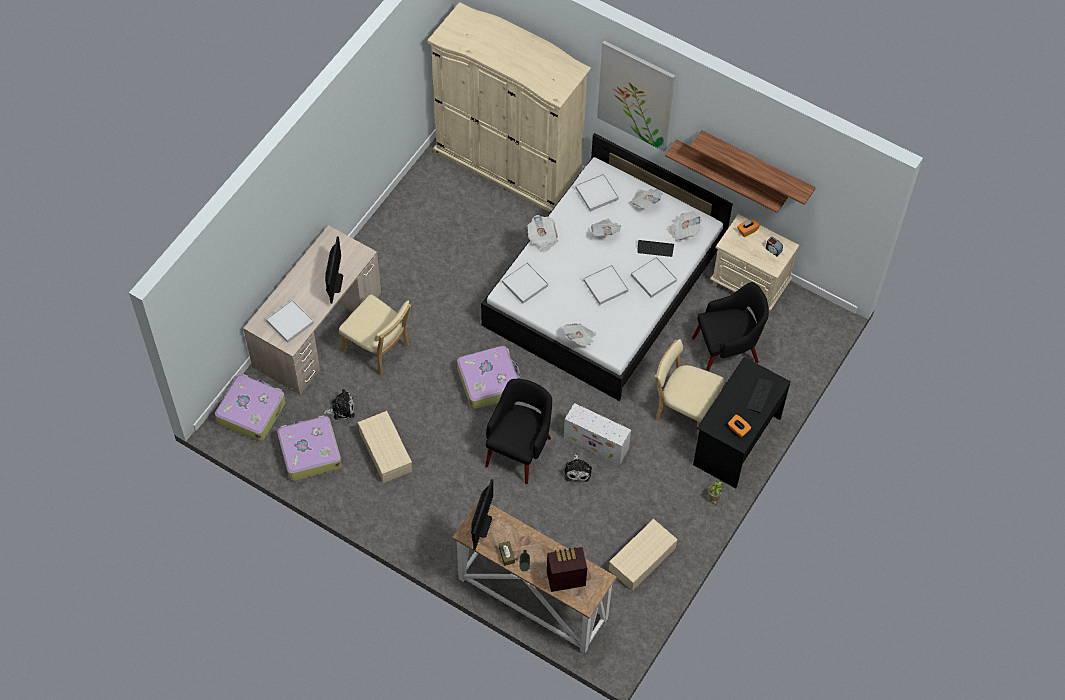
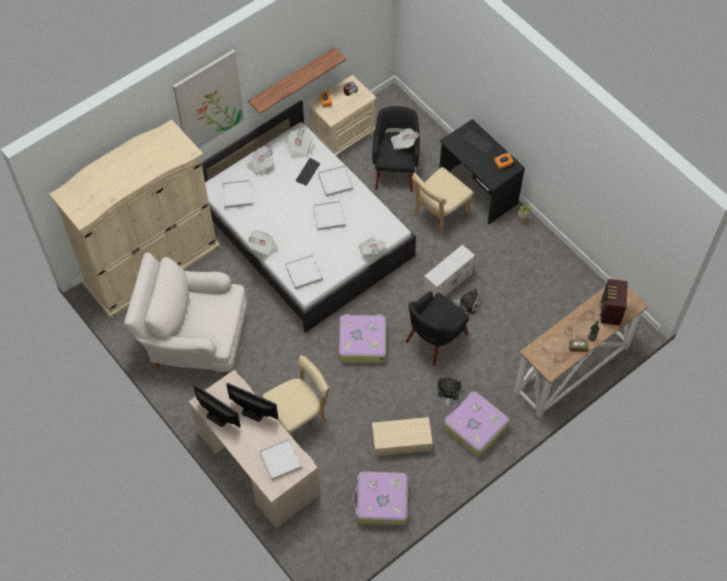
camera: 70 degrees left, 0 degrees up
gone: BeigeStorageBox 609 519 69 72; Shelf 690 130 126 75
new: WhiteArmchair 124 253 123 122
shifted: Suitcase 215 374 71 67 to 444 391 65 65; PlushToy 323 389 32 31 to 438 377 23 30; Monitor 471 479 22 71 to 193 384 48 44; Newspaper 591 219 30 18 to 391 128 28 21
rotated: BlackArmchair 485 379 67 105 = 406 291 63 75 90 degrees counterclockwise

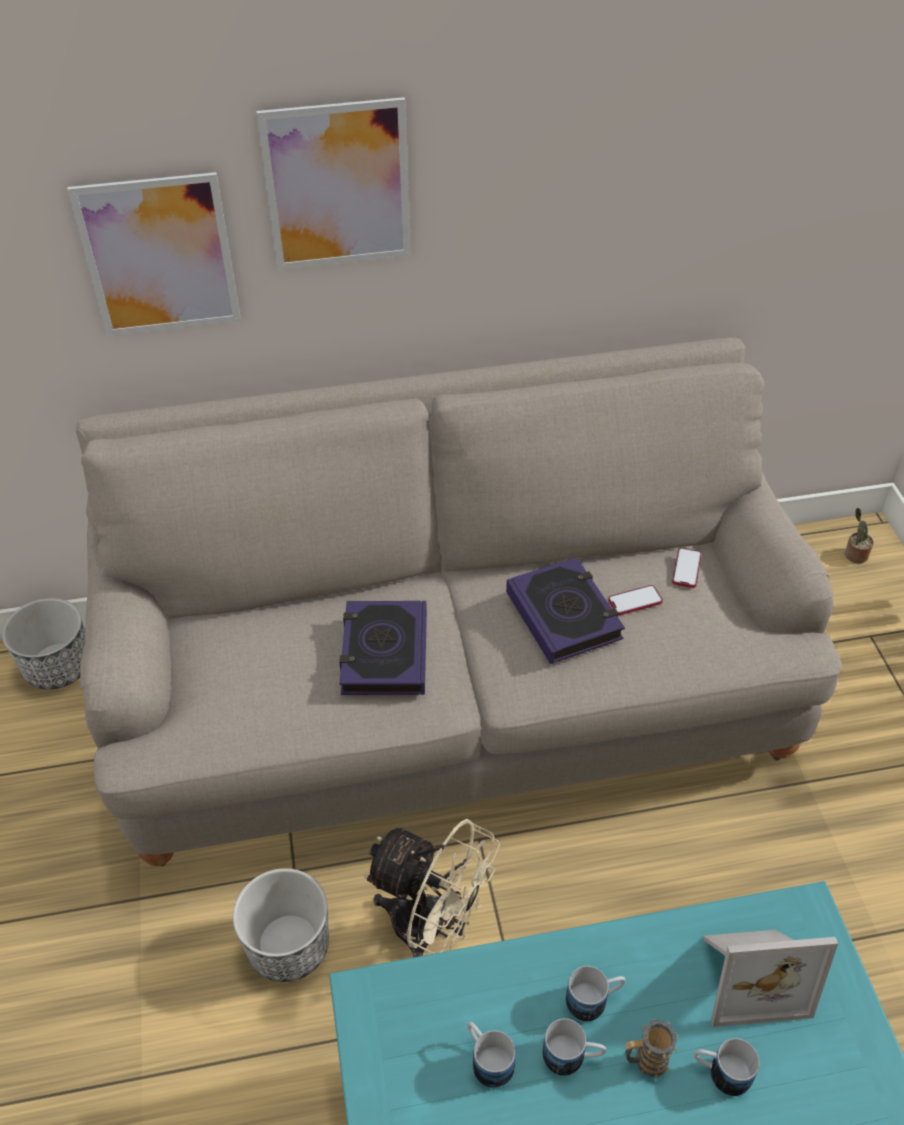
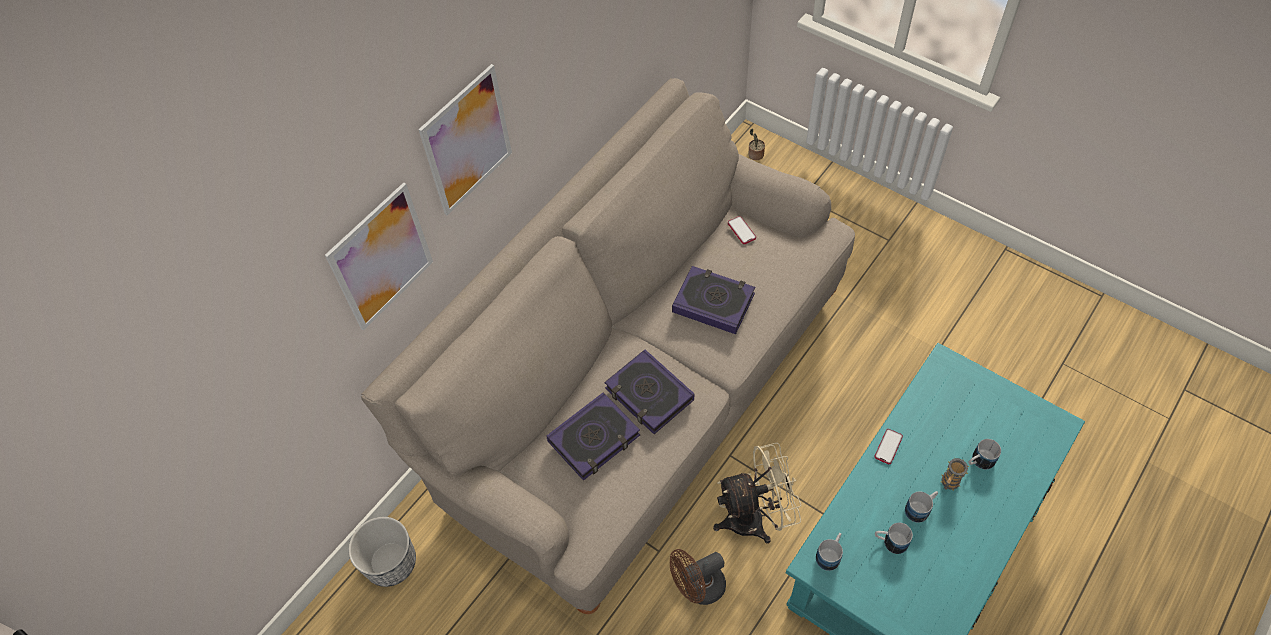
camera: 40 degrees left, 10 degrees up
gone: PictureFrame 703 930 135 97
new: Book 547 393 93 88
shifted: Mug 566 966 60 55 to 816 533 27 38; Phone 608 585 55 30 to 874 429 29 35
swapped: Planter 233 868 96 114 to BrownFan 670 549 56 56

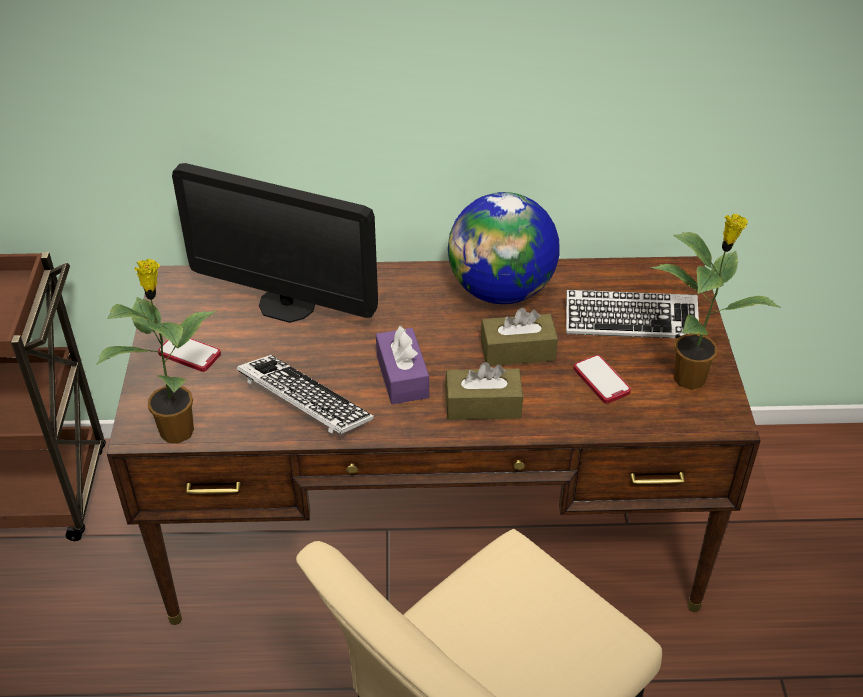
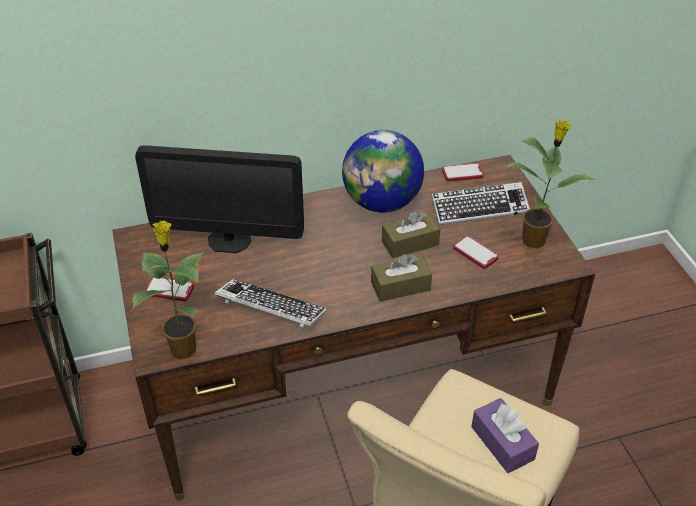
camera: 15 degrees left, 0 degrees up
new: Phone 442 163 42 19
shifted: PurpleTissueBox 376 326 53 78 to 471 398 68 75

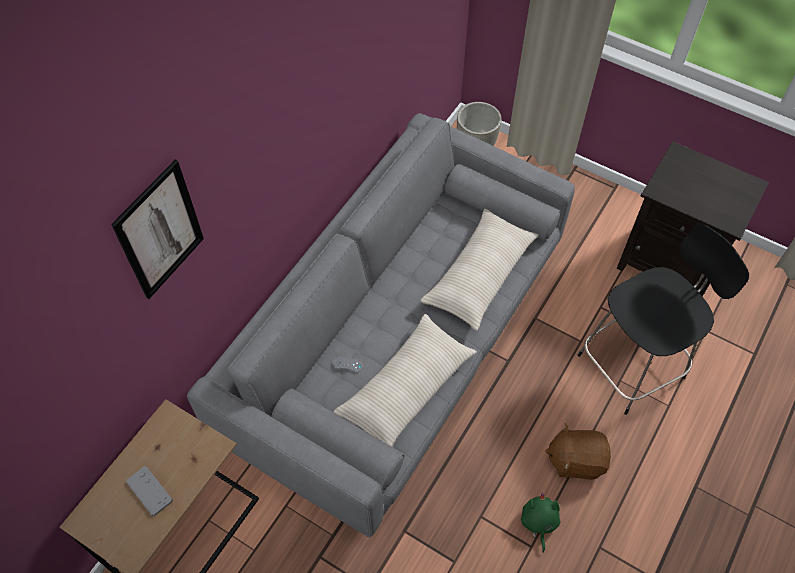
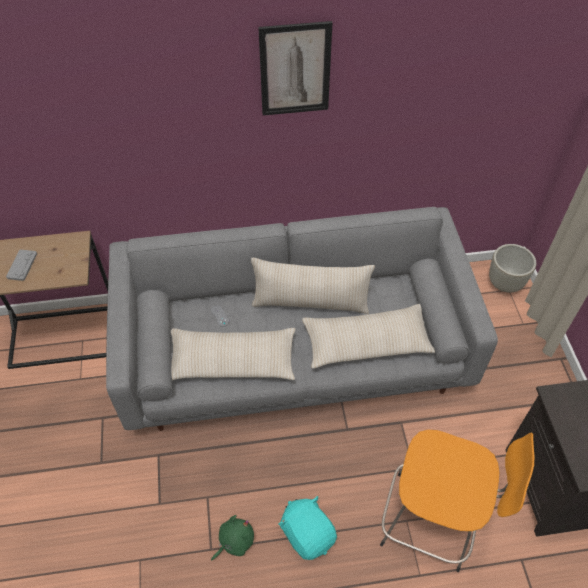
camera: 50 degrees right, 5 degrees down
new: BeigePillow 251 258 124 56
shifted: Picture 111 160 93 139 to 258 21 74 94
repainted: BrownPlushToy 545 423 66 57 to TurquoisePlushToy 278 496 59 64; BlackStool 577 224 172 191 to OrangeStool 380 430 154 142

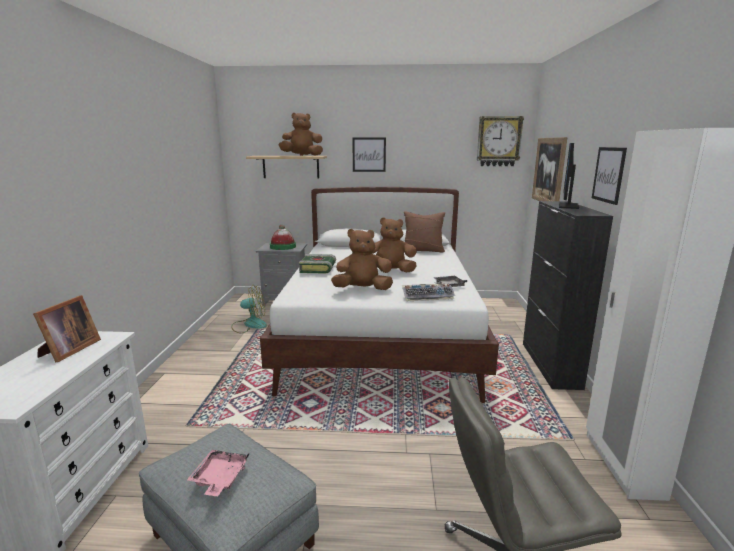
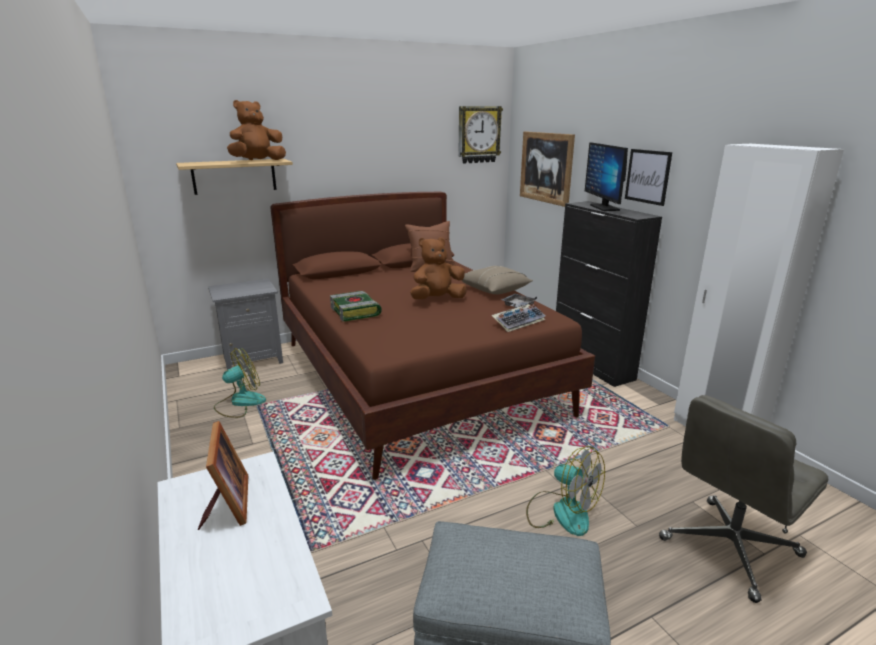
camera: 30 degrees left, 5 degrees up
gone: PinkTray 187 450 62 46; Hat 270 225 26 25; BrownPlushToy 331 229 62 61; Picture 352 137 34 35
new: BeigePillow 461 265 72 29; Fan 526 446 79 90
repainted: WhiteBed 260 187 239 216 to BrownBed 271 192 324 288

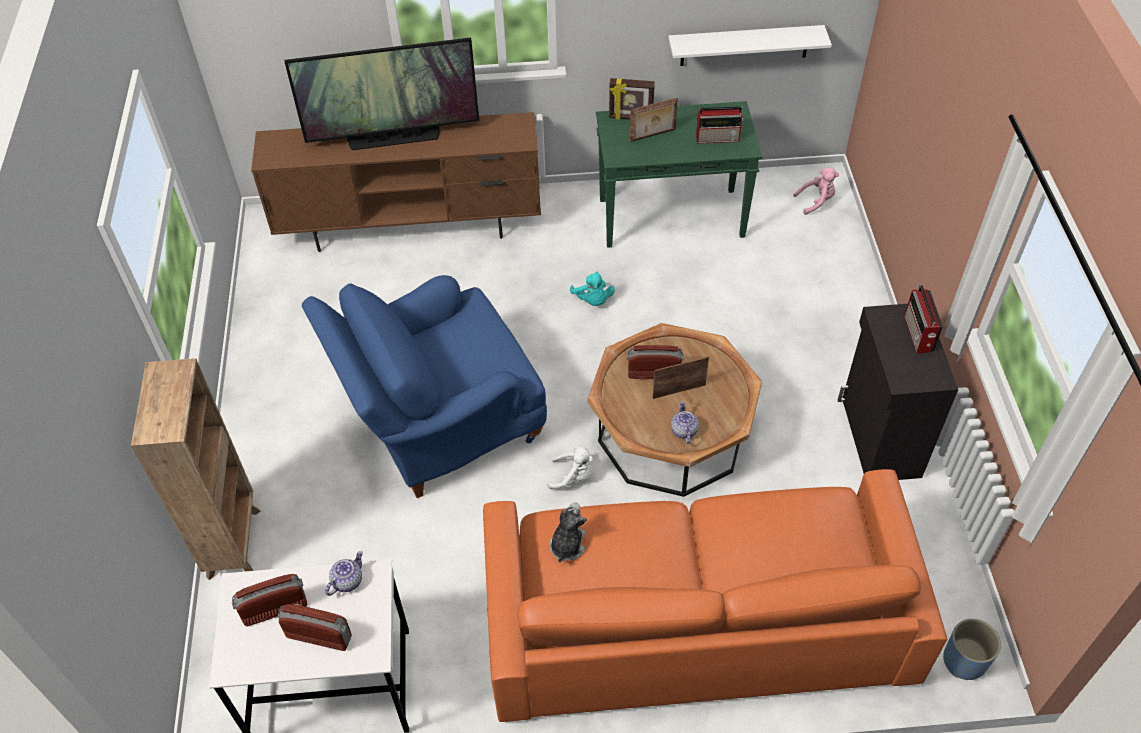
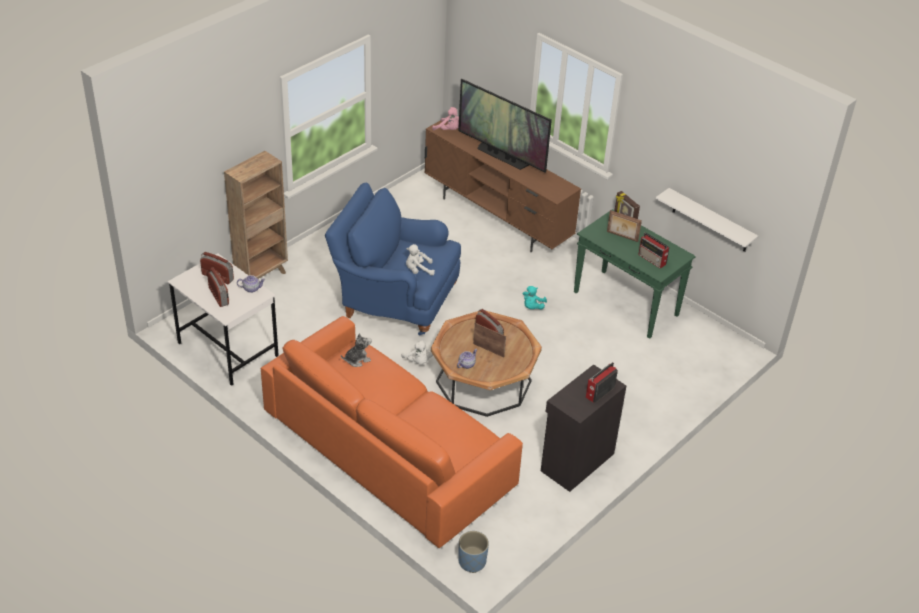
camera: 45 degrees right, 10 degrees down
new: WhitePlushToy 406 244 29 32
shifted: PinkPlushToy 793 168 46 47 to 432 107 27 24

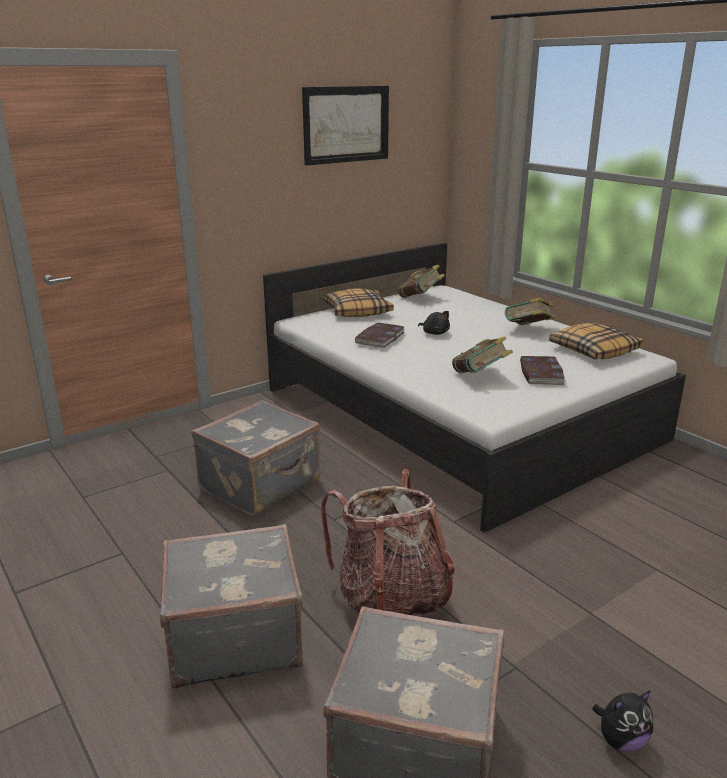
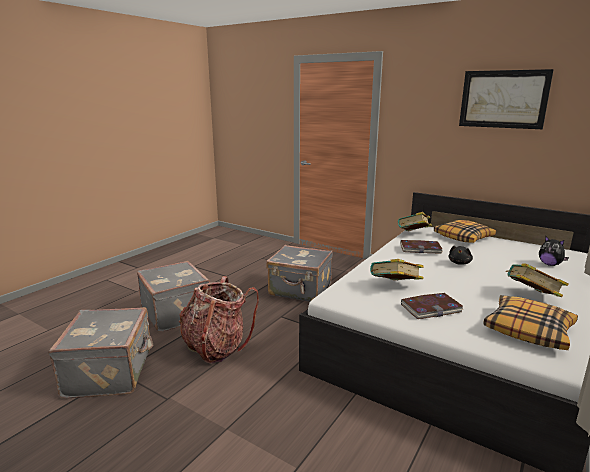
camera: 70 degrees right, 5 degrees down
shifted: Book 398 265 47 33 to 398 212 34 19; PlushToy 592 690 61 62 to 539 236 30 30

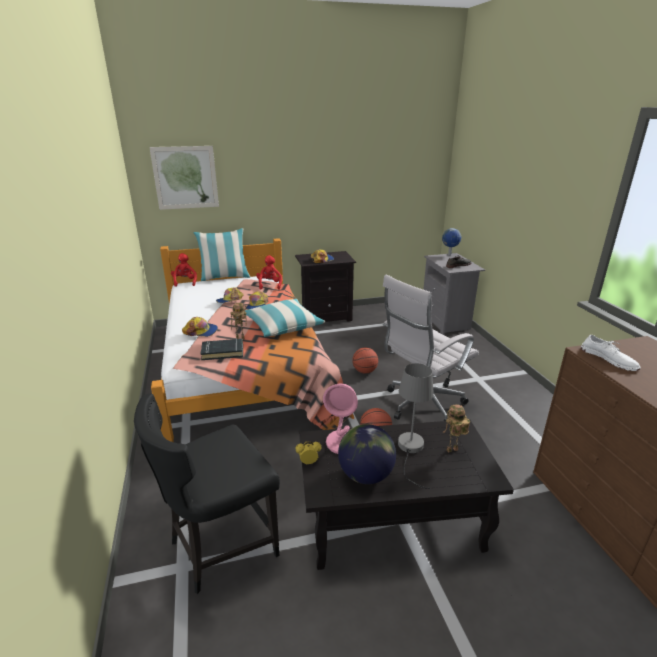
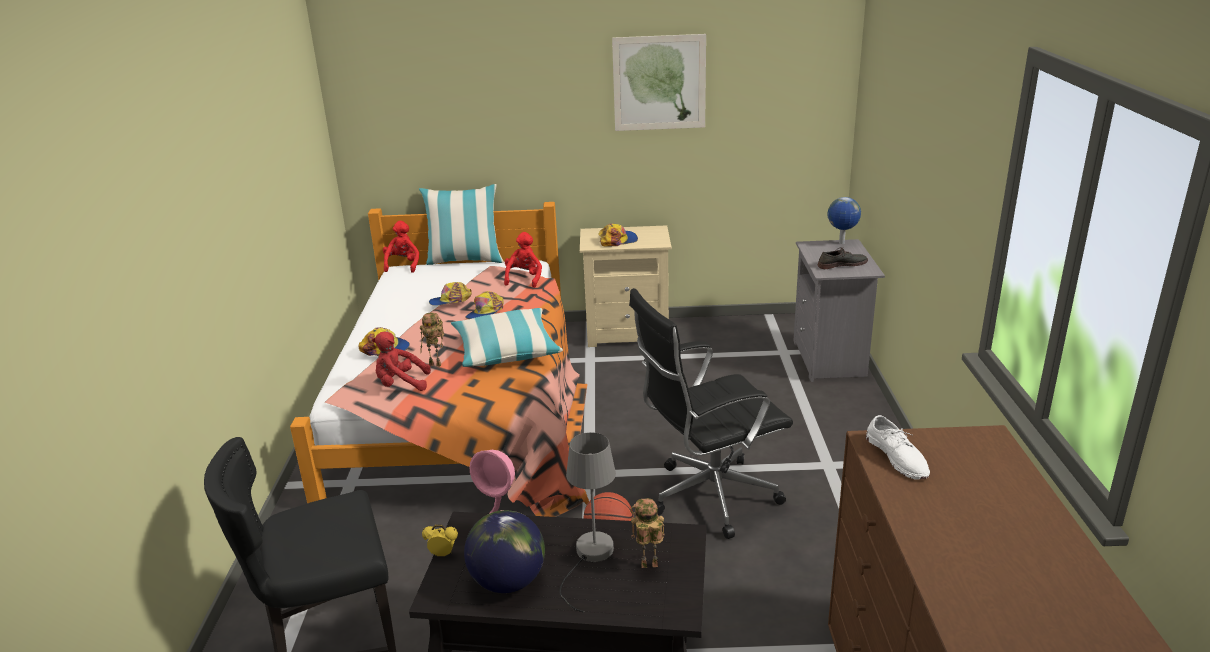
camera: 15 degrees right, 0 degrees up
gone: Basketball 352 348 26 26
shifted: Picture 149 146 70 64 to 612 34 94 97
swapped: BlackBook 201 338 42 22 to RedPlushToy 372 332 59 59
repainted: BlackNightstand 295 251 61 71 to BeigeNightstand 580 225 92 122; WhiteOfficeChair 383 275 96 146 to BlackOfficeChair 629 288 164 251

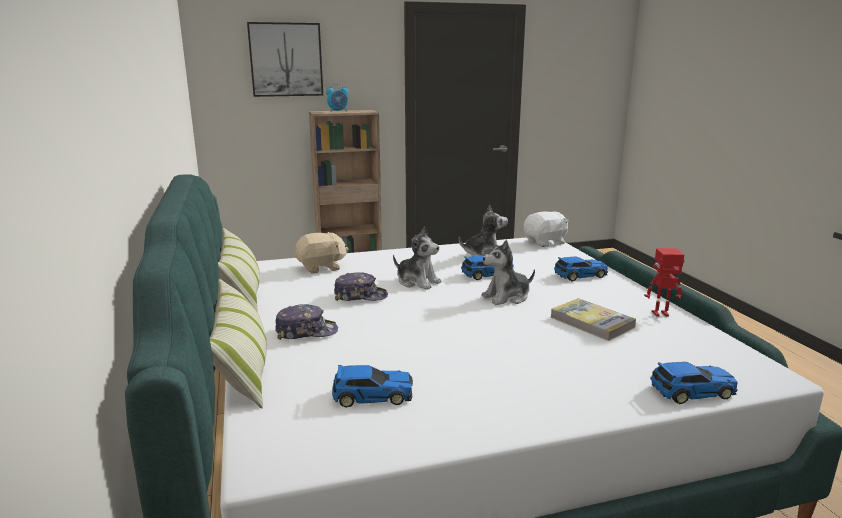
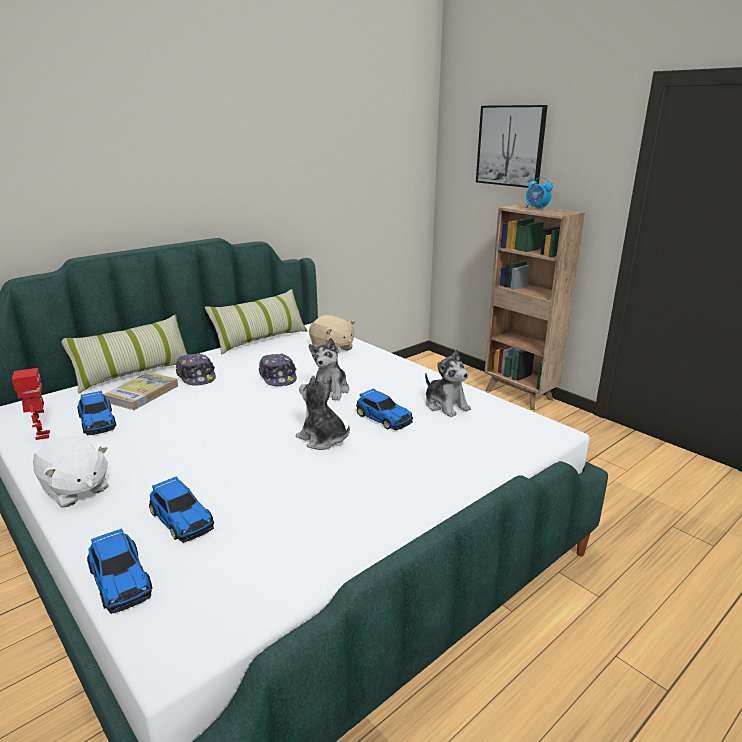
camera: 65 degrees right, 5 degrees up
shifted: WhitePlushToy 524 211 45 36 to 33 436 76 72; Book 550 298 86 43 to 103 372 75 38; ToyCar 554 256 54 25 to 149 476 65 67; ToyRobot 644 248 41 69 to 12 368 38 72

